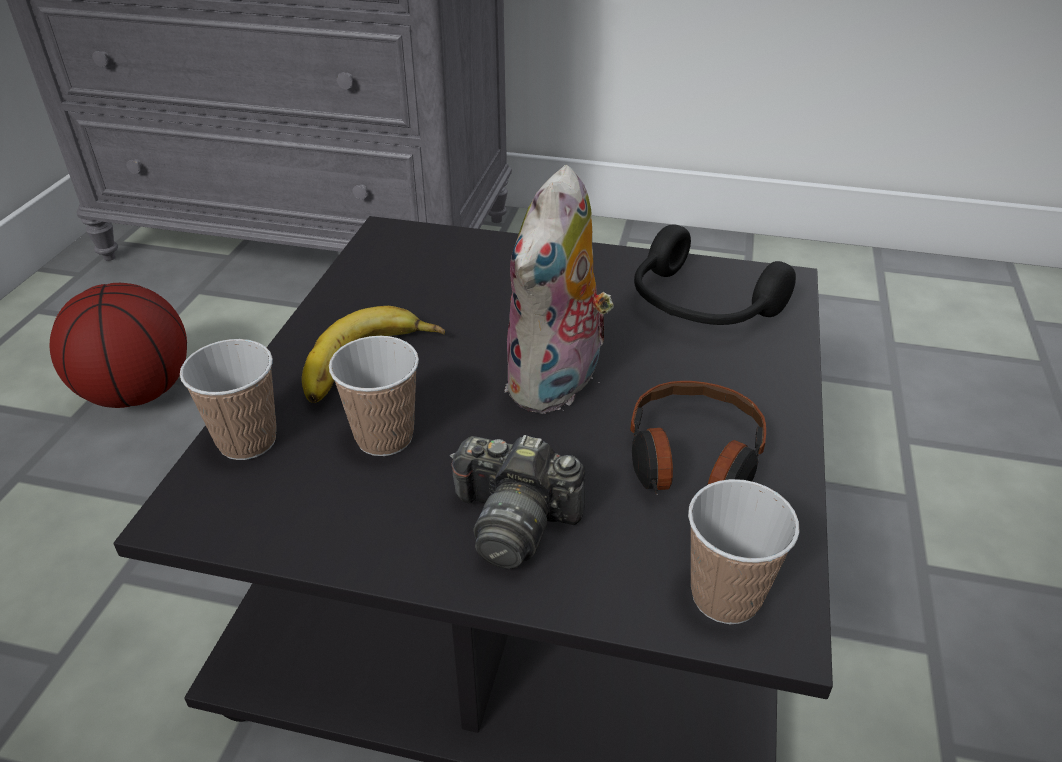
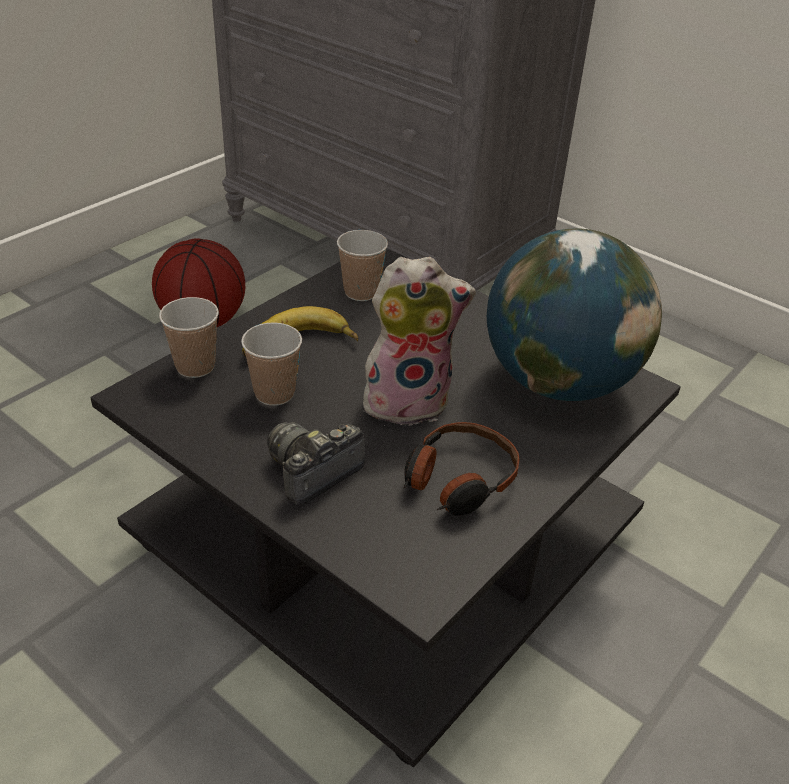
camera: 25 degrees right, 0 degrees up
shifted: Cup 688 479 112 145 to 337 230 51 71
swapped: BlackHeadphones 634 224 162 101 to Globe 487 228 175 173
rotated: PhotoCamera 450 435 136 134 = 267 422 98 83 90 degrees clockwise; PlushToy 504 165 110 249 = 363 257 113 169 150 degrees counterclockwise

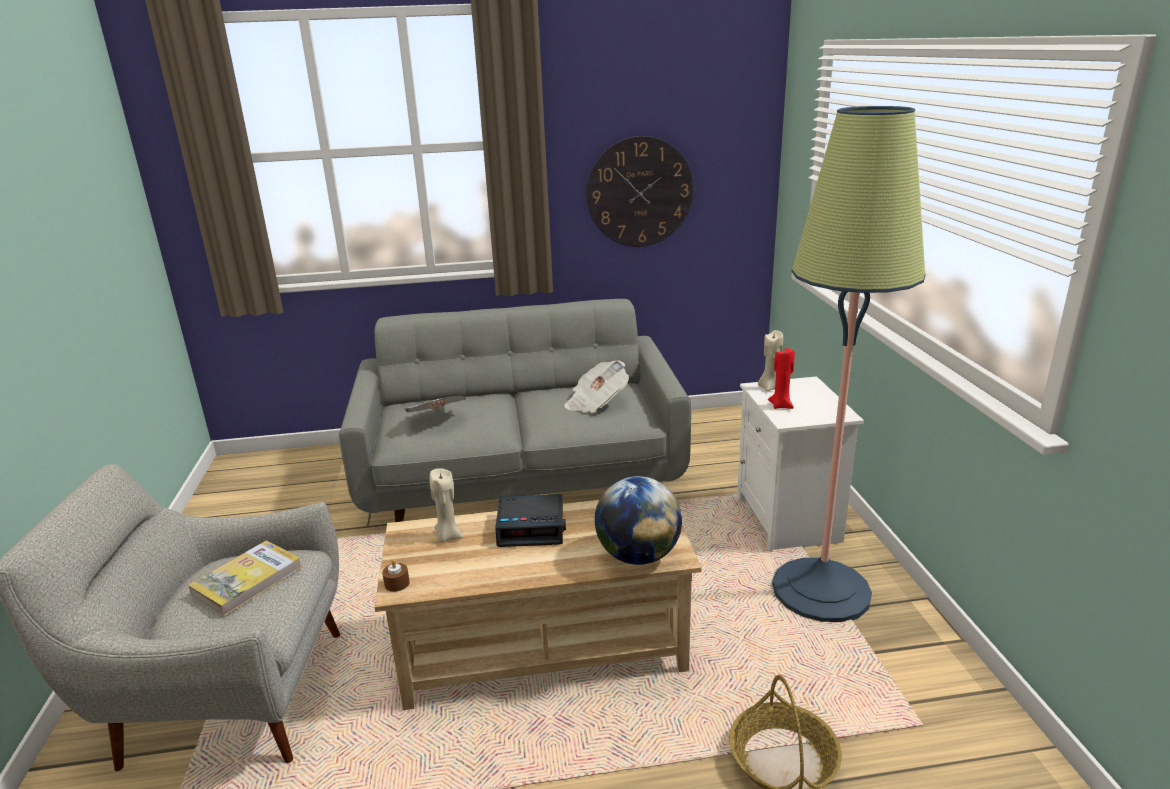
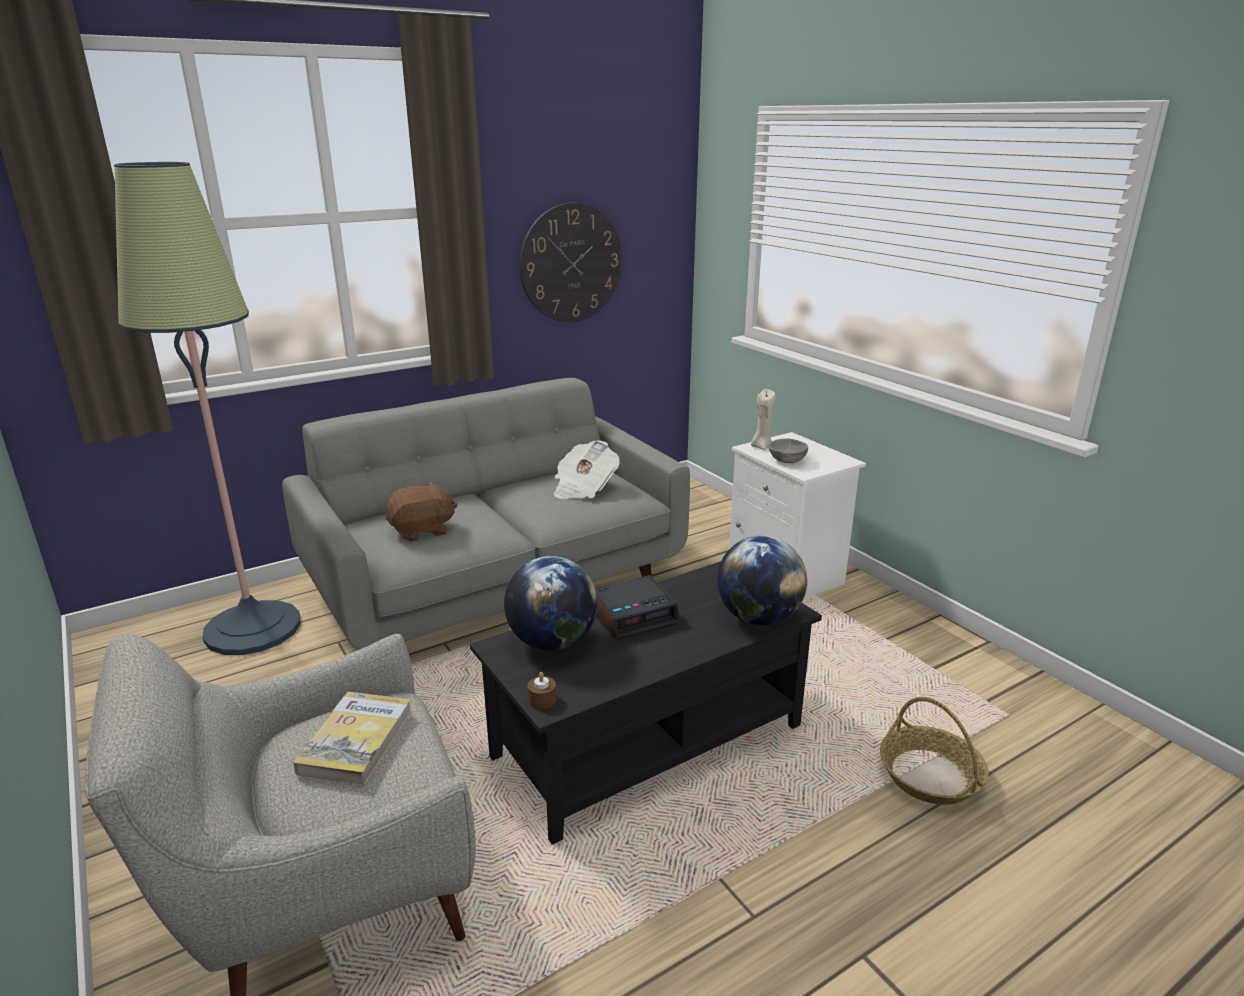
camera: 25 degrees left, 0 degrees up
shifted: FloorLamp 772 106 153 516 to 114 162 187 493
swapped: Newspaper 404 396 62 16 to BrownPlushToy 386 481 71 61; BeigeCandle 430 468 33 74 to Globe 504 556 94 95; RedCandle 768 348 27 61 to GreyBowl 768 438 40 25
repainted: BeigeCoffeeTable 374 500 328 210 to BlackCoffeeTable 470 561 352 284

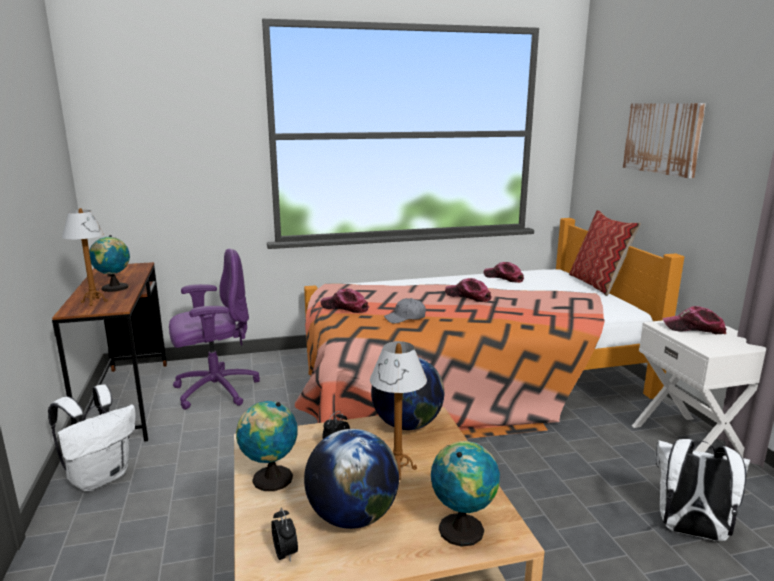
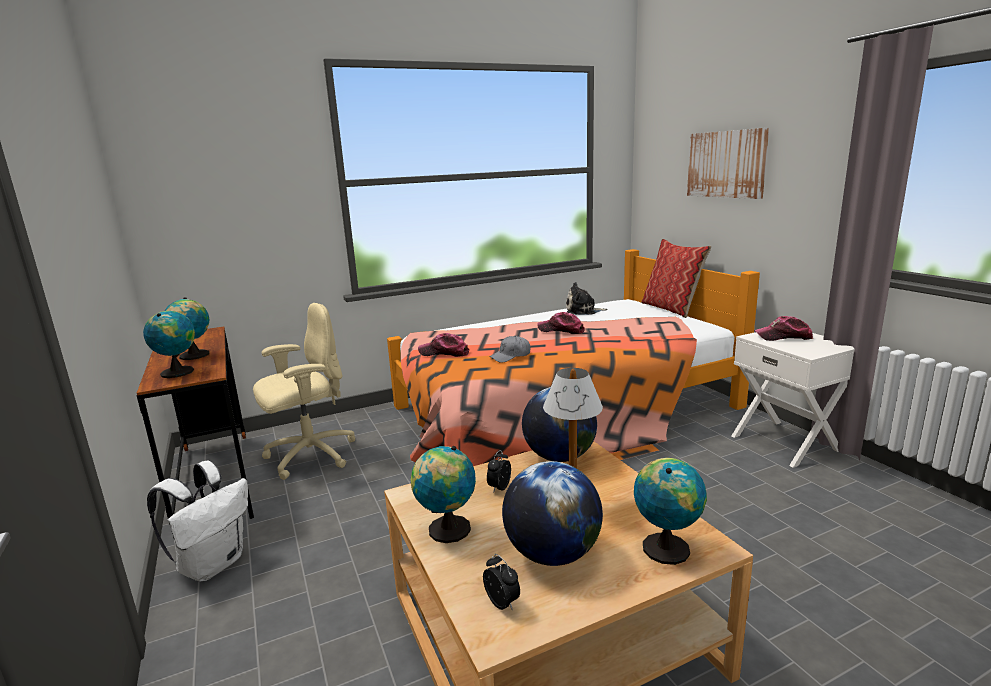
camera: 10 degrees left, 0 degrees up
gone: WhiteBackpack 655 439 95 102
swapped: TableLamp 62 208 46 98 to Globe 143 311 52 67; Cap 483 262 41 21 to PlushToy 566 282 42 33
repainted: PurpleOfficeChair 169 249 91 161 to BeigeOfficeChair 253 303 102 177

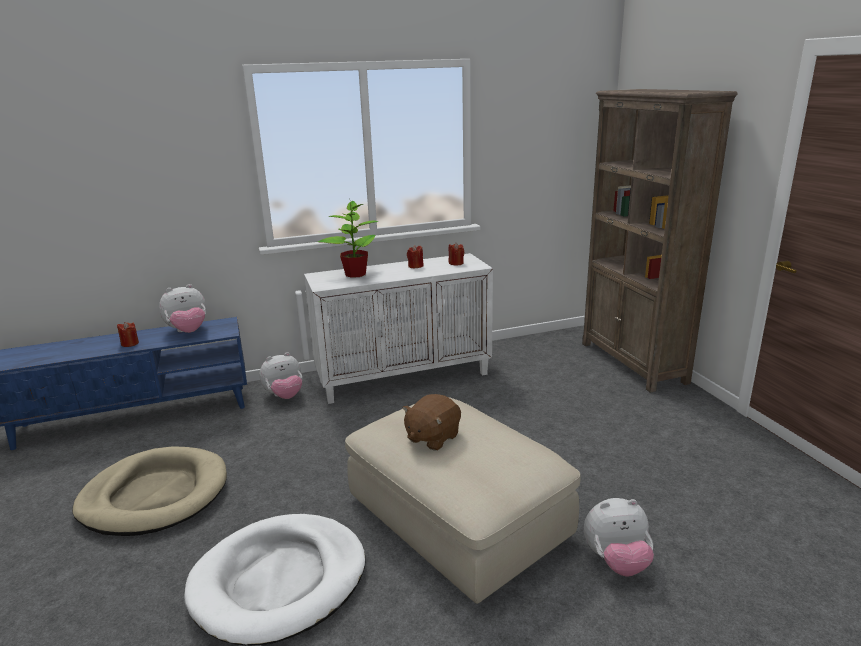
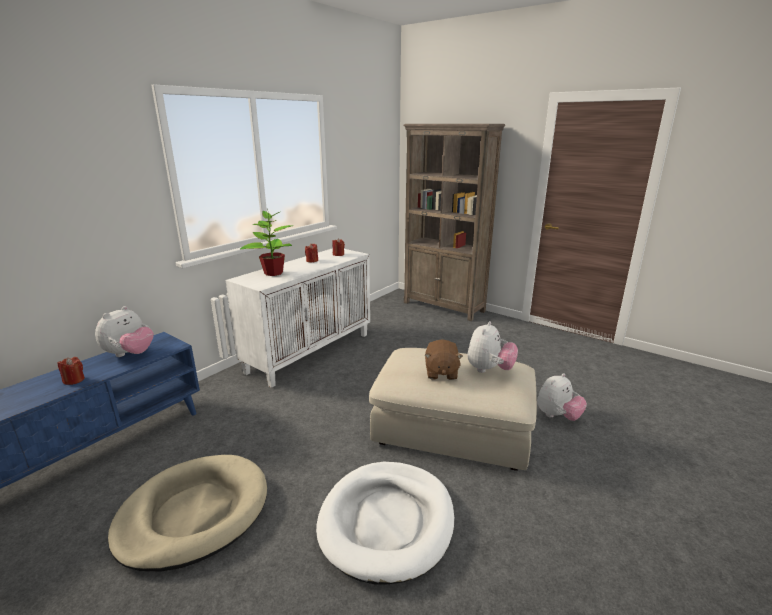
camera: 35 degrees left, 0 degrees up
shifted: PlushToy 259 352 43 47 to 467 321 51 52

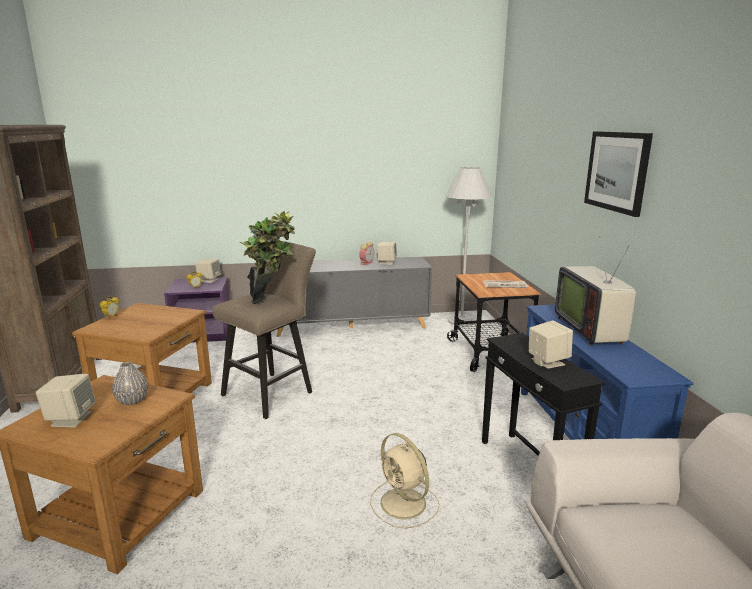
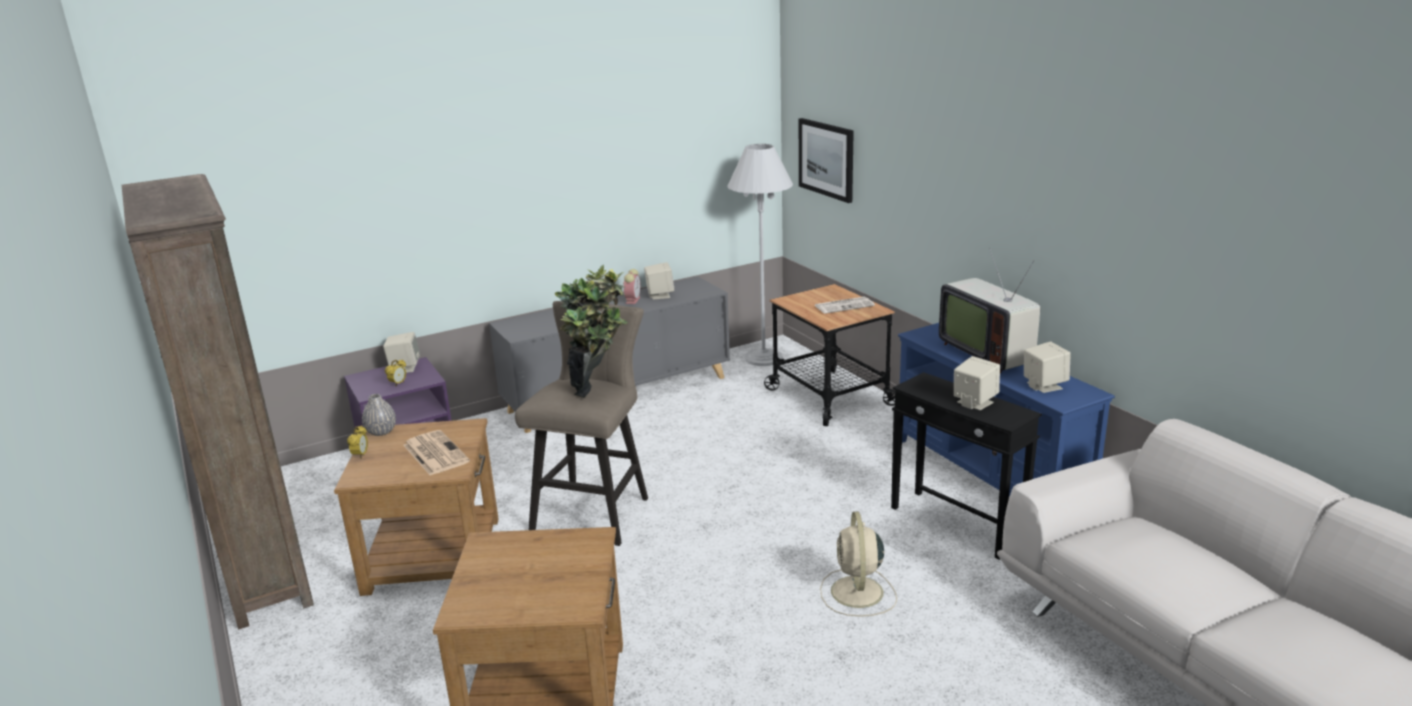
camera: 20 degrees left, 5 degrees up
new: Newspaper 403 430 67 45
shifted: BeigeSpeaker 36 374 60 53 to 1024 341 47 52; GreyVase 112 362 36 43 to 362 394 34 42; Picture 584 131 69 86 to 799 118 55 85
rotated: BeigeFan 370 433 70 96 = 820 512 77 105 60 degrees clockwise

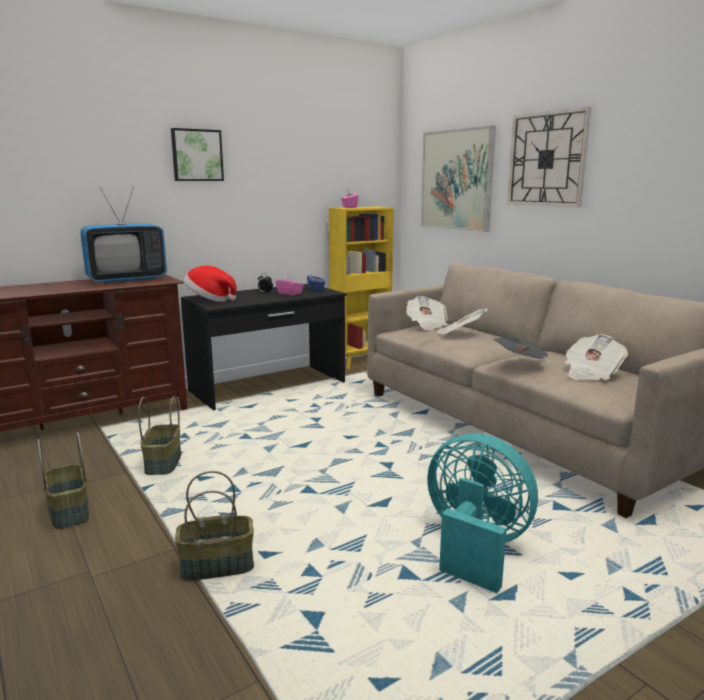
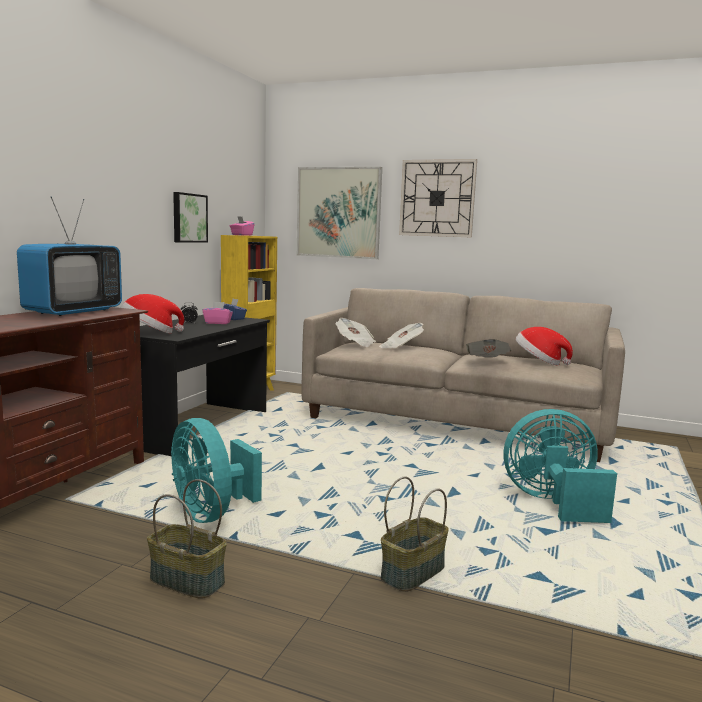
camera: 35 degrees left, 5 degrees down
shifted: Picture 171 128 53 53 to 173 192 35 51
swapped: Basket 138 396 43 79 to TurquoiseFan 171 418 91 105; Newspaper 565 334 63 46 to Hat 516 327 57 38

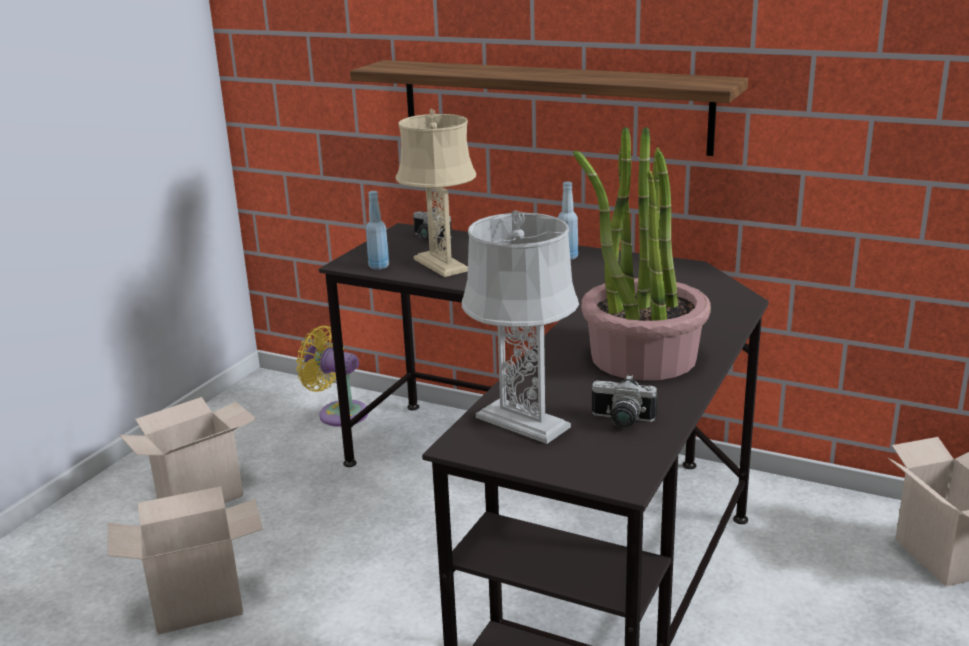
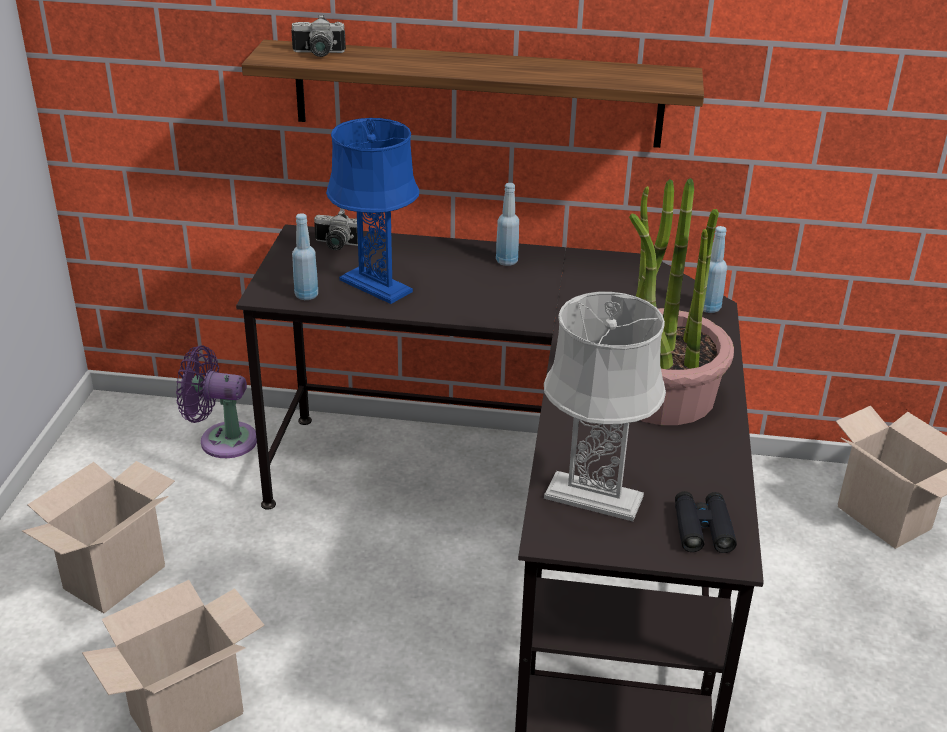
camera: 20 degrees left, 10 degrees up
new: BlackBinoculars 675 491 62 62; BlueBottle 703 226 24 87
shifted: PhotoCamera 592 375 65 53 to 291 14 55 43
repainted: YellowFan 296 326 72 101 to PurpleFan 176 345 81 113; BeigeTableLamp 396 109 80 168 to BlueTableLamp 326 118 93 186

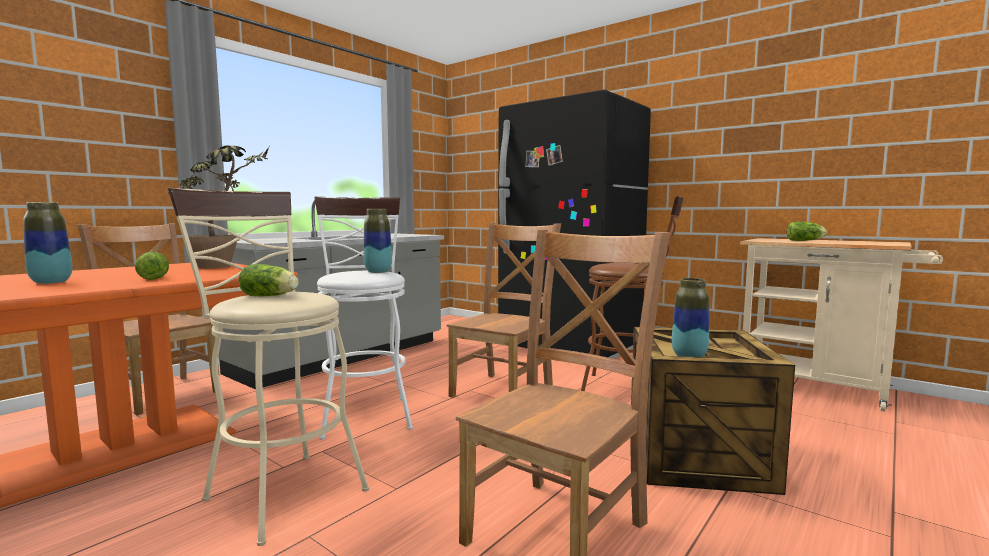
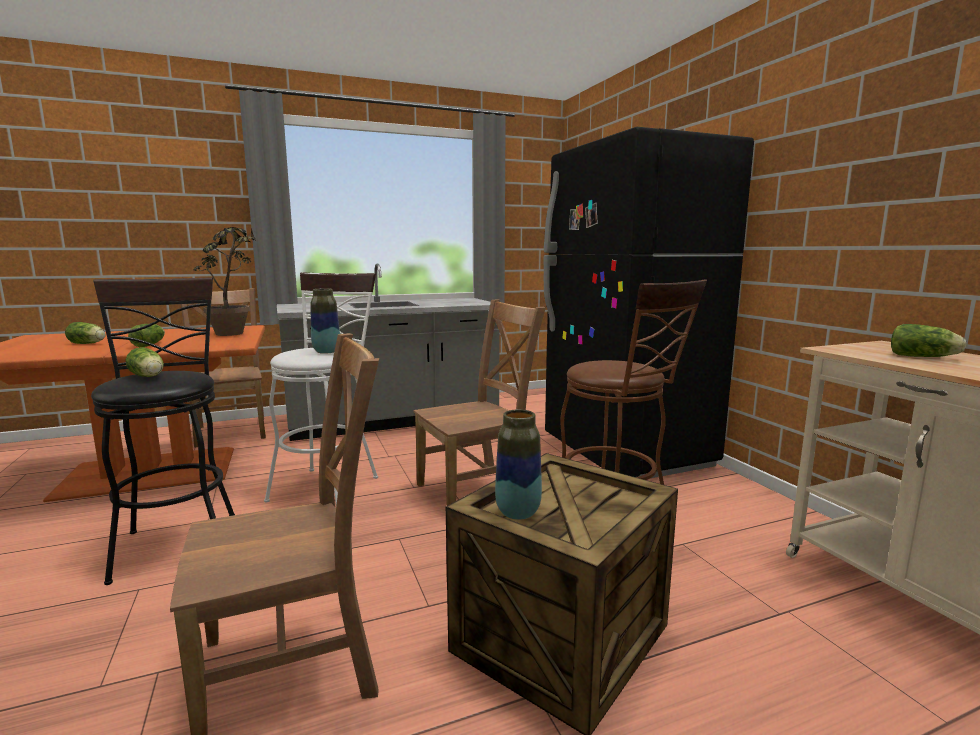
camera: 30 degrees right, 5 degrees up
swapped: Vase 23 202 49 82 to Lettuce 65 322 41 22
repainted: BeigeStool 168 188 201 358 to BlackStool 91 277 144 308

